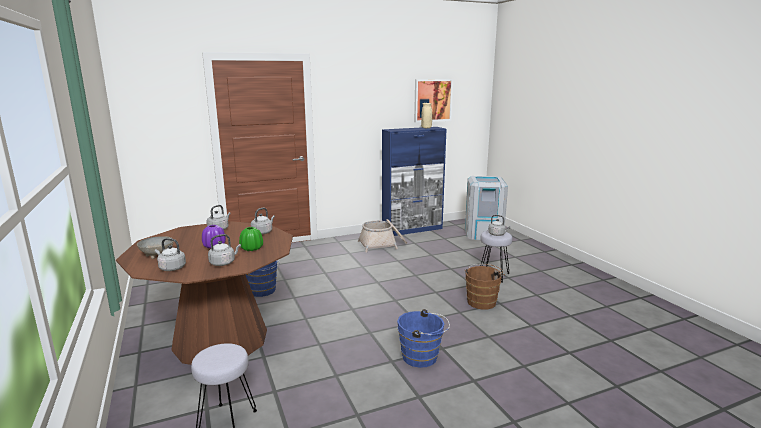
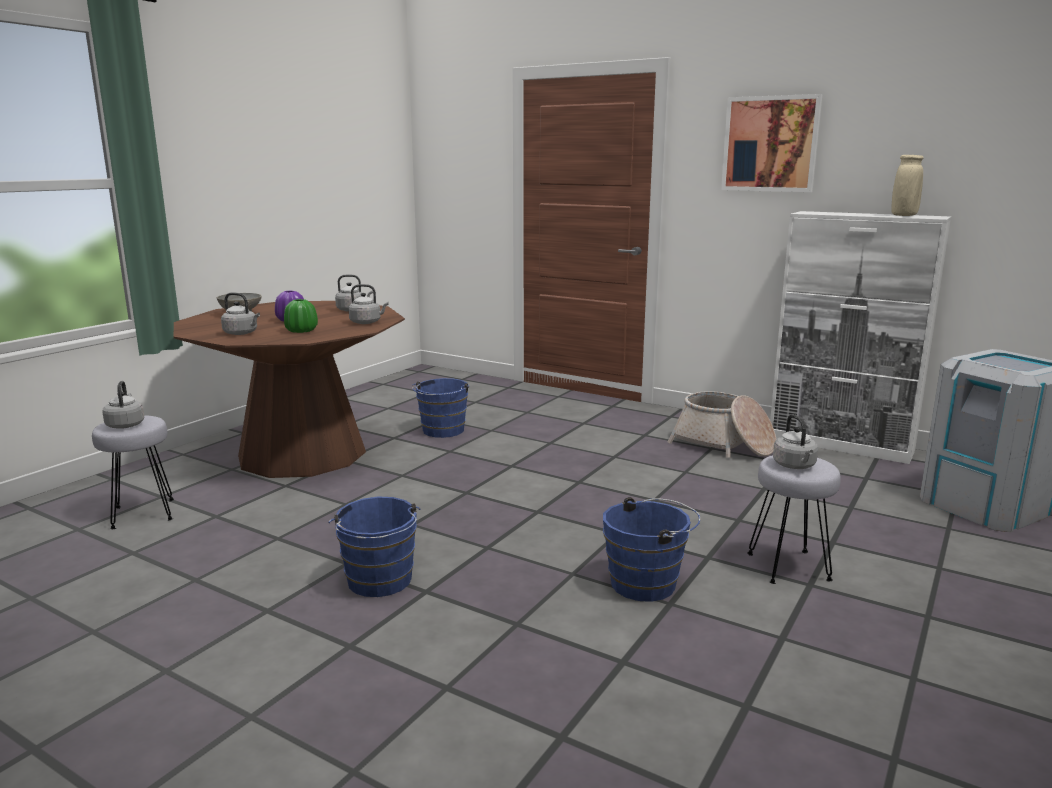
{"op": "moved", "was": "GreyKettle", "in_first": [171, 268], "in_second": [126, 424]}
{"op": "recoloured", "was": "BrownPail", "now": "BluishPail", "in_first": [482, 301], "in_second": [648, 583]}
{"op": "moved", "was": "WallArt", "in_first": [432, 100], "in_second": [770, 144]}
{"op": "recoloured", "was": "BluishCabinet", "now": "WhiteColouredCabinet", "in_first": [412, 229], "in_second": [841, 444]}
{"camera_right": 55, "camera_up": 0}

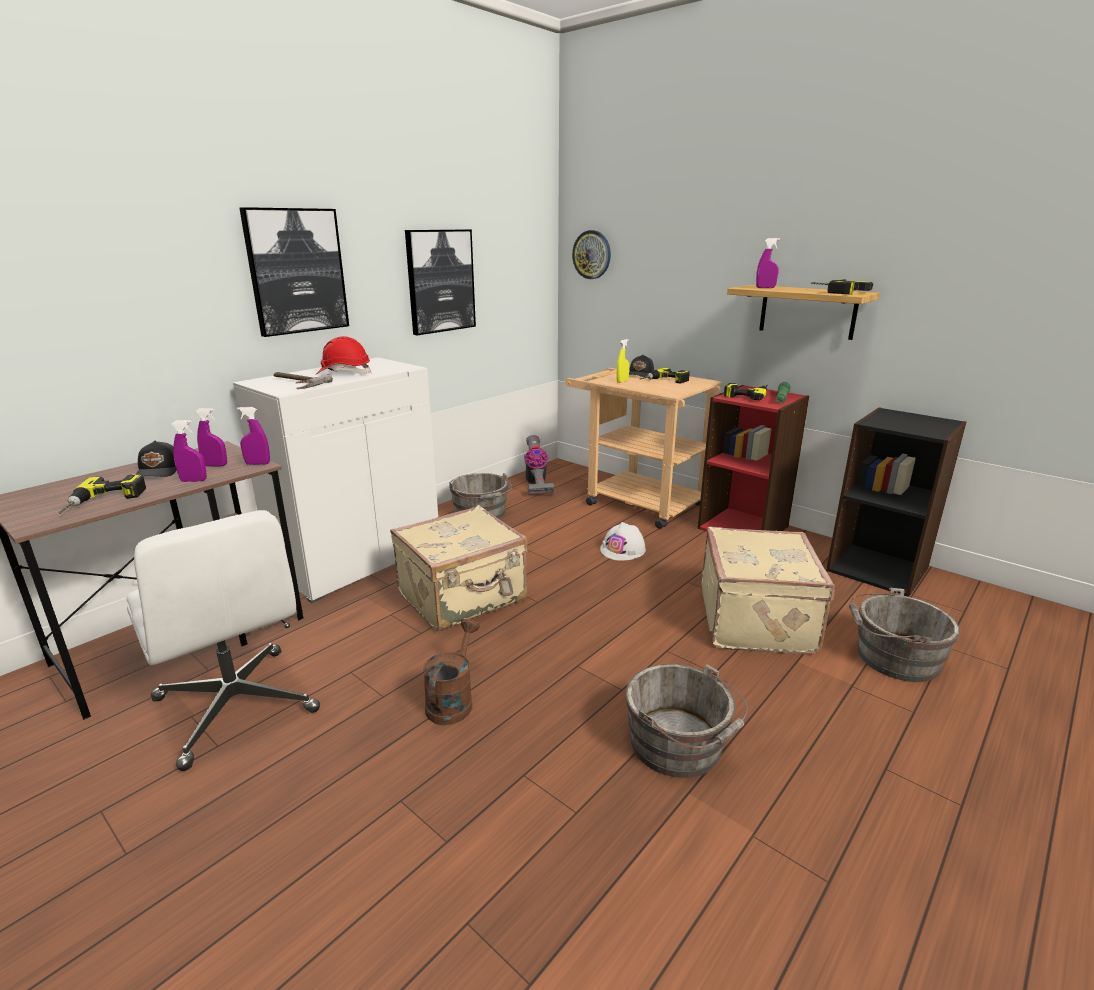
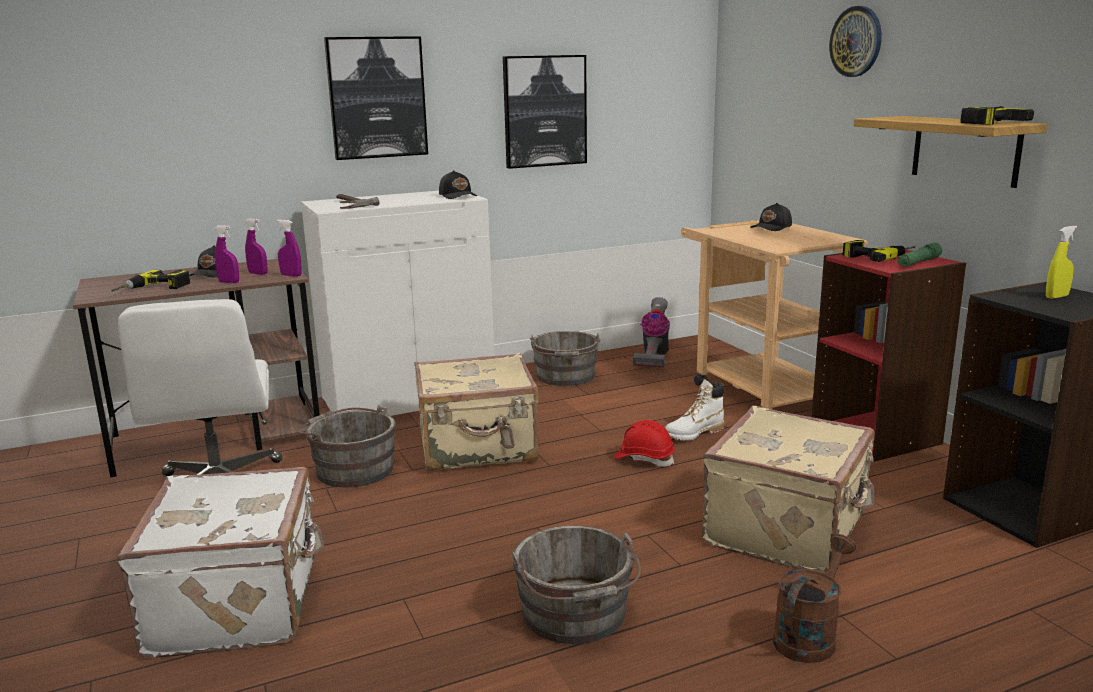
{"op": "added", "now": "WhiteColouredTravelCase", "in_second": [240, 604]}
{"op": "moved", "was": "GreyPail", "in_first": [892, 657], "in_second": [351, 469]}
{"op": "added", "now": "BlackColouredBaseballCap", "in_second": [458, 196]}
{"op": "moved", "was": "RedColouredHardHat", "in_first": [344, 373], "in_second": [644, 459]}
{"op": "replaced", "was": "WhiteColouredHardHat", "now": "WhiteColouredBoot", "in_first": [623, 549], "in_second": [693, 434]}
{"op": "moved", "was": "BrownWateringCan", "in_first": [452, 700], "in_second": [809, 635]}
{"op": "moved", "was": "WallClock", "in_first": [592, 254], "in_second": [856, 41]}
{"op": "moved", "was": "YellowSprayer", "in_first": [622, 381], "in_second": [1056, 297]}
{"op": "removed", "was": "Drill", "in_first": [664, 381]}
{"op": "removed", "was": "PurpleColouredSprayer", "in_first": [765, 288]}
{"camera_right": 25, "camera_up": -5}

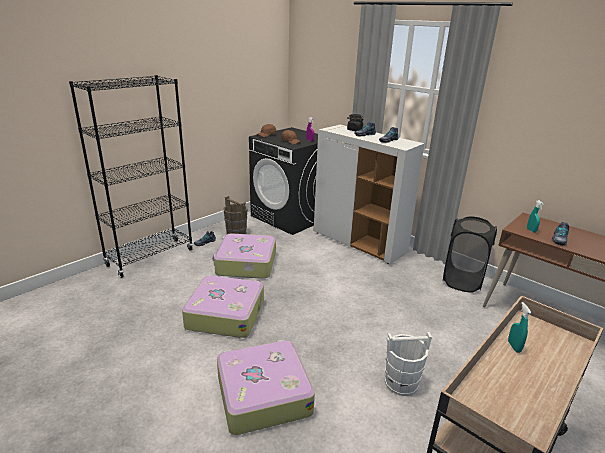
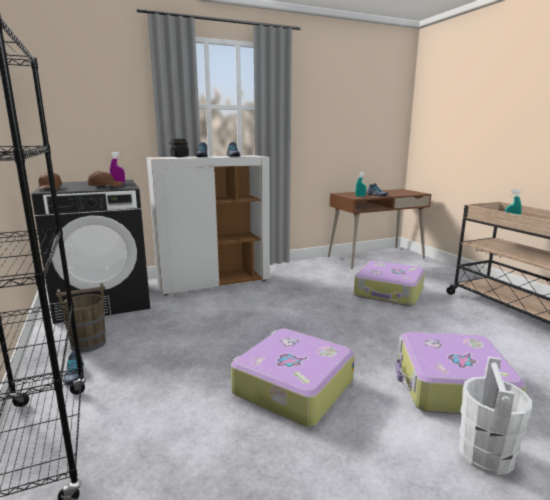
{"op": "moved", "was": "TravelCase", "in_first": [245, 264], "in_second": [389, 292]}
{"op": "moved", "was": "WhiteColouredPail", "in_first": [401, 383], "in_second": [486, 454]}
{"op": "removed", "was": "BlackColouredHamper", "in_first": [462, 281]}
{"camera_right": -65, "camera_up": -10}

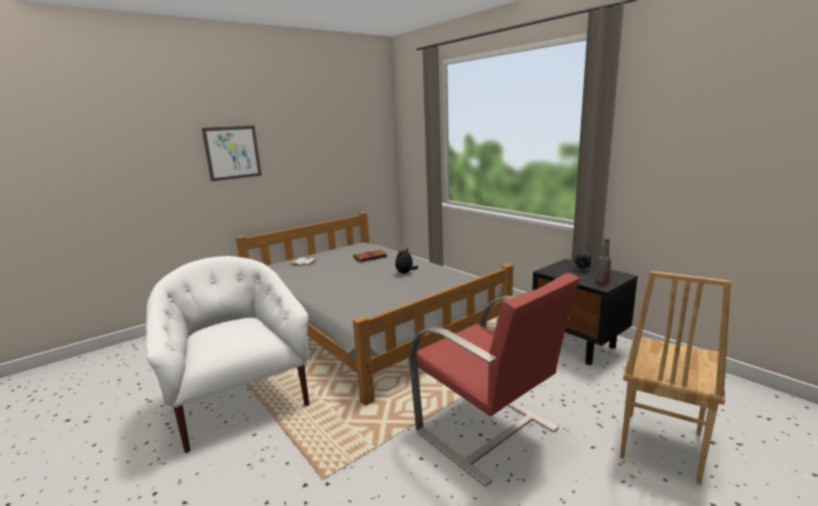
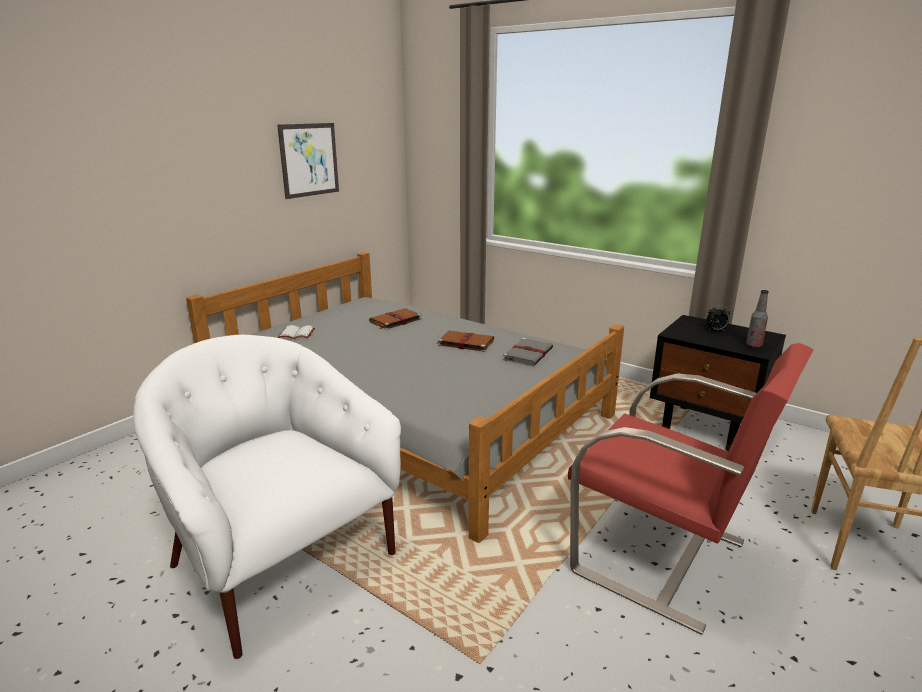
{"op": "moved", "was": "WallArt", "in_first": [232, 152], "in_second": [309, 160]}
{"op": "replaced", "was": "CuddlyToy", "now": "BrownVolume", "in_first": [405, 273], "in_second": [465, 343]}
{"op": "added", "now": "GreyVolume", "in_second": [528, 354]}
{"camera_right": -15, "camera_up": 5}

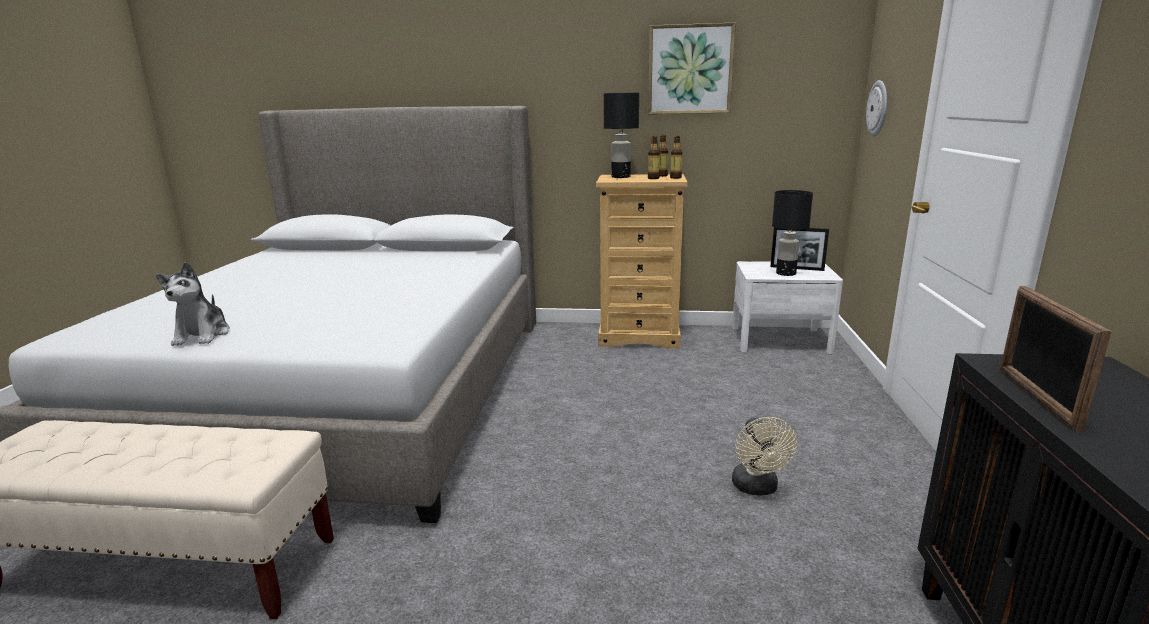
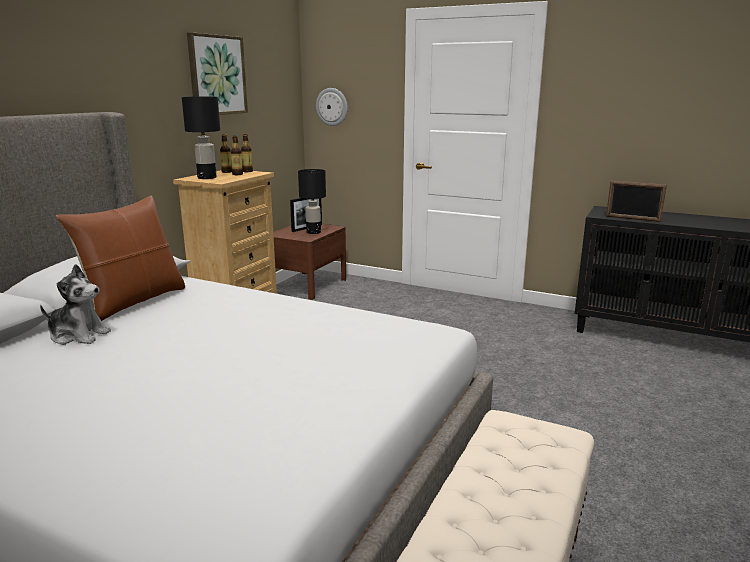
{"op": "moved", "was": "CuddlyToy", "in_first": [202, 335], "in_second": [78, 335]}
{"op": "added", "now": "BrownPillow", "in_second": [134, 301]}
{"op": "recoloured", "was": "WhiteColouredBedsideTable", "now": "BrownBedsideTable", "in_first": [780, 340], "in_second": [308, 285]}
{"op": "removed", "was": "BeigeColouredCoolingFan", "in_first": [757, 488]}
{"camera_right": -70, "camera_up": 0}

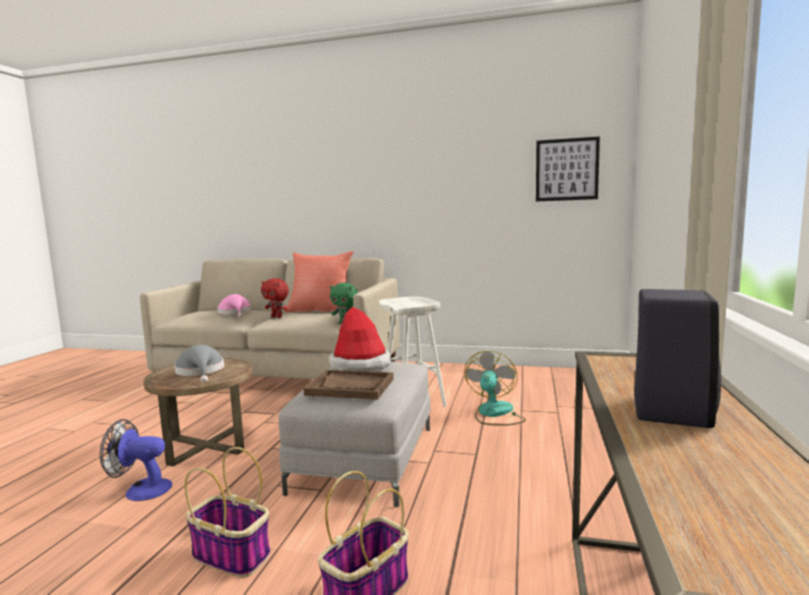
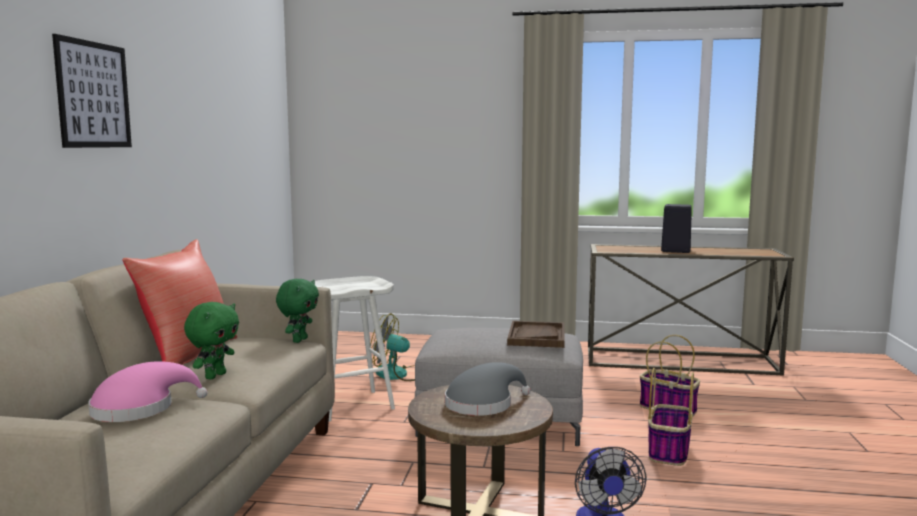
{"op": "moved", "was": "WallArt", "in_first": [566, 169], "in_second": [93, 95]}
{"op": "recoloured", "was": "RedColouredCuddlyToy", "now": "GreenColouredCuddlyToy", "in_first": [277, 317], "in_second": [215, 376]}
{"op": "removed", "was": "WearableHat", "in_first": [360, 365]}
{"camera_right": -95, "camera_up": 0}

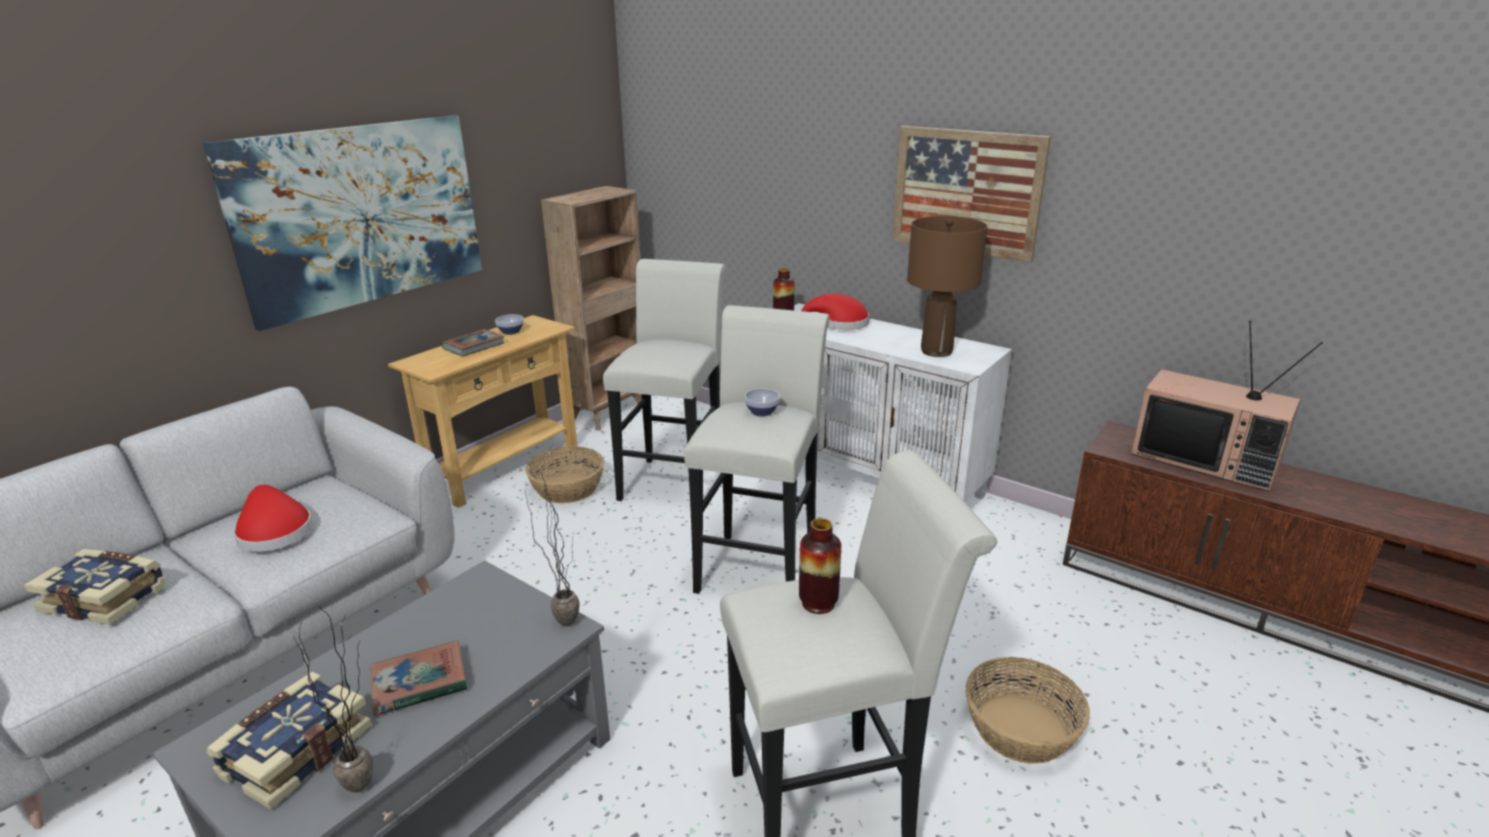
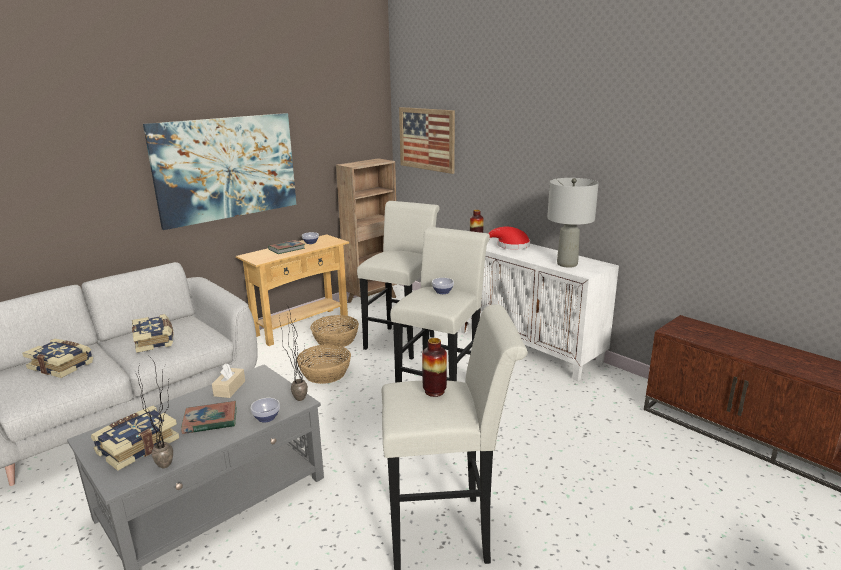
{"op": "replaced", "was": "RedColouredWearableHat", "now": "Volume", "in_first": [274, 531], "in_second": [155, 340]}
{"op": "added", "now": "BeigeColouredTissueBox", "in_second": [229, 388]}
{"op": "added", "now": "Bowl", "in_second": [267, 418]}
{"op": "moved", "was": "HouseholdBasket", "in_first": [1020, 729], "in_second": [325, 373]}
{"op": "moved", "was": "WallArt", "in_first": [966, 192], "in_second": [427, 139]}
{"op": "recoloured", "was": "BrownTableLamp", "now": "GreyTableLamp", "in_first": [936, 351], "in_second": [566, 264]}
{"op": "removed", "was": "Television", "in_first": [1206, 460]}
{"camera_right": 10, "camera_up": -5}

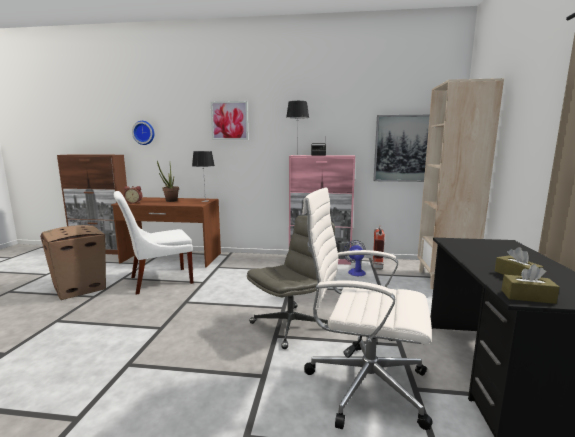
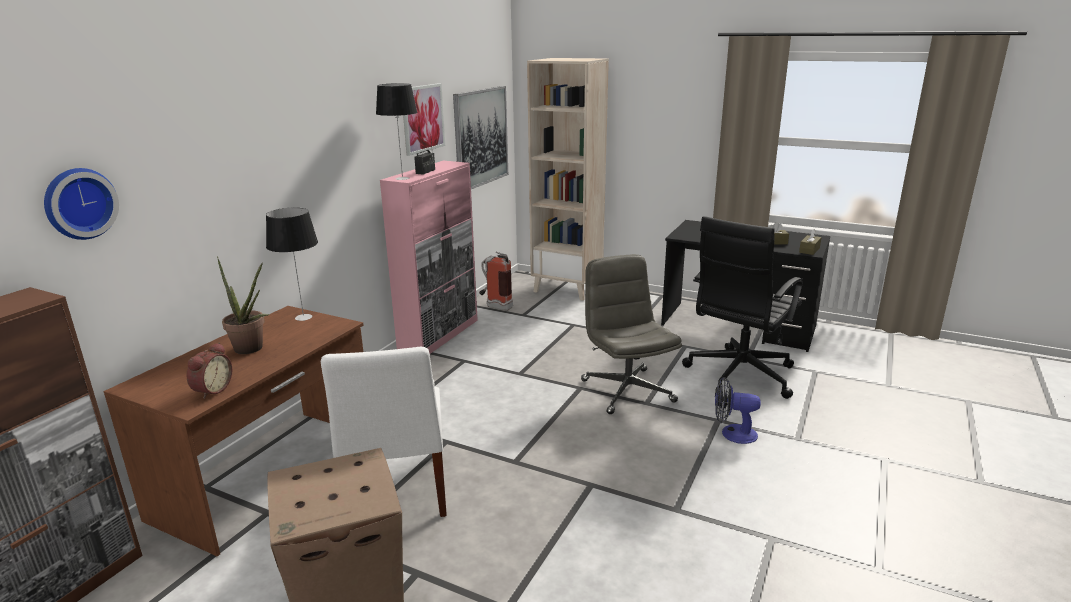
{"op": "moved", "was": "WallArt", "in_first": [229, 121], "in_second": [423, 118]}
{"op": "recoloured", "was": "WhiteColouredDeskChair", "now": "BlackColouredDeskChair", "in_first": [363, 384], "in_second": [738, 376]}
{"op": "moved", "was": "CoolingFan", "in_first": [355, 271], "in_second": [732, 433]}
{"camera_right": -70, "camera_up": 10}

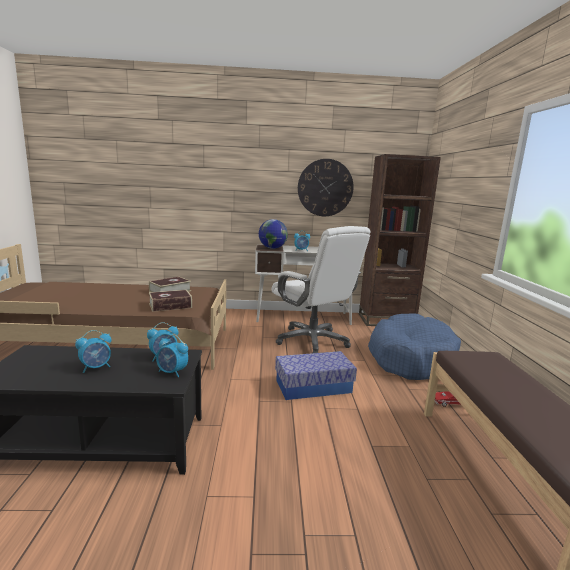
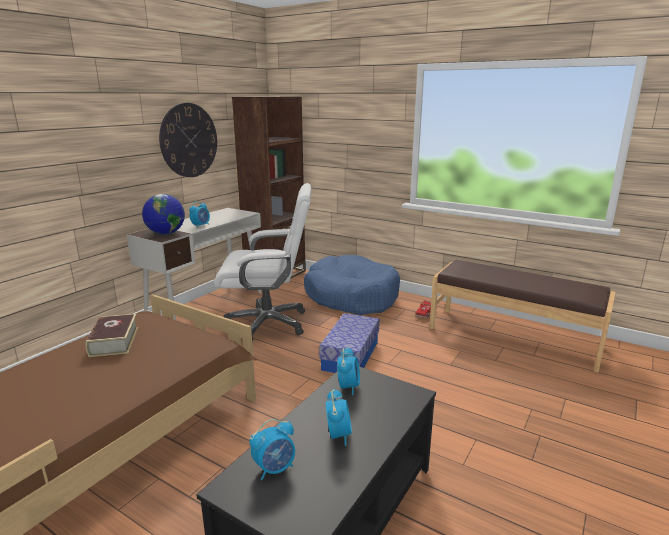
{"op": "moved", "was": "TableClock", "in_first": [172, 372], "in_second": [275, 468]}
{"op": "removed", "was": "Volume", "in_first": [170, 305]}
{"camera_right": -55, "camera_up": 5}

